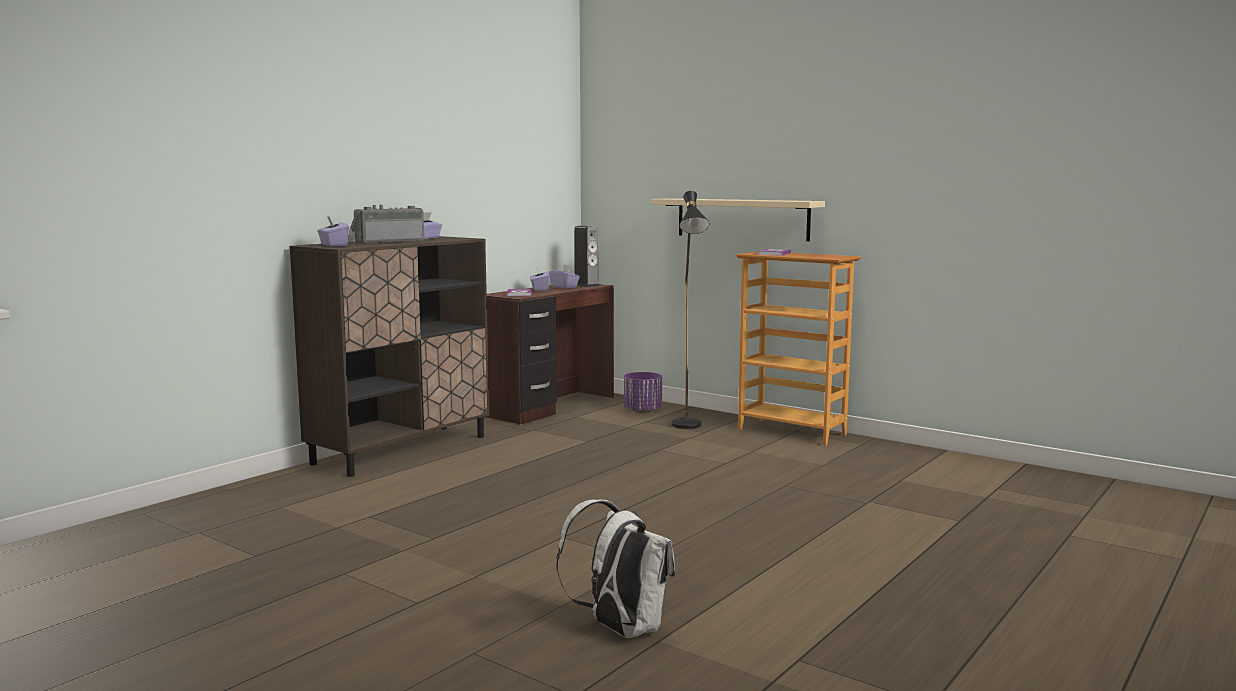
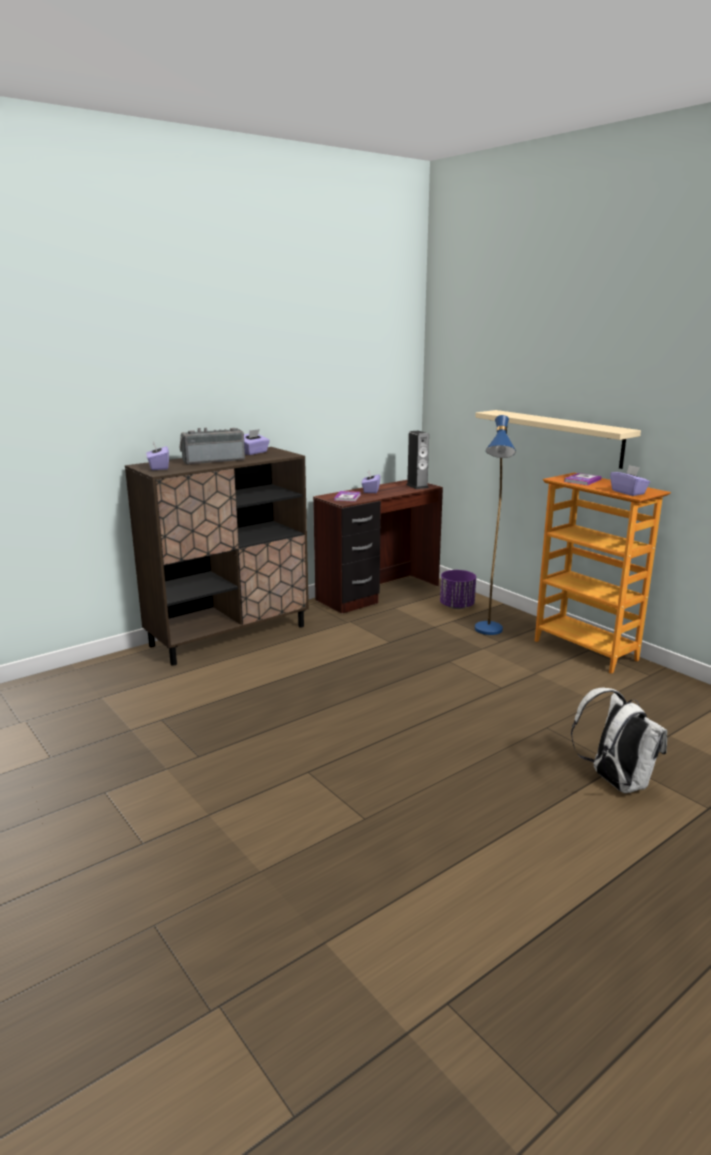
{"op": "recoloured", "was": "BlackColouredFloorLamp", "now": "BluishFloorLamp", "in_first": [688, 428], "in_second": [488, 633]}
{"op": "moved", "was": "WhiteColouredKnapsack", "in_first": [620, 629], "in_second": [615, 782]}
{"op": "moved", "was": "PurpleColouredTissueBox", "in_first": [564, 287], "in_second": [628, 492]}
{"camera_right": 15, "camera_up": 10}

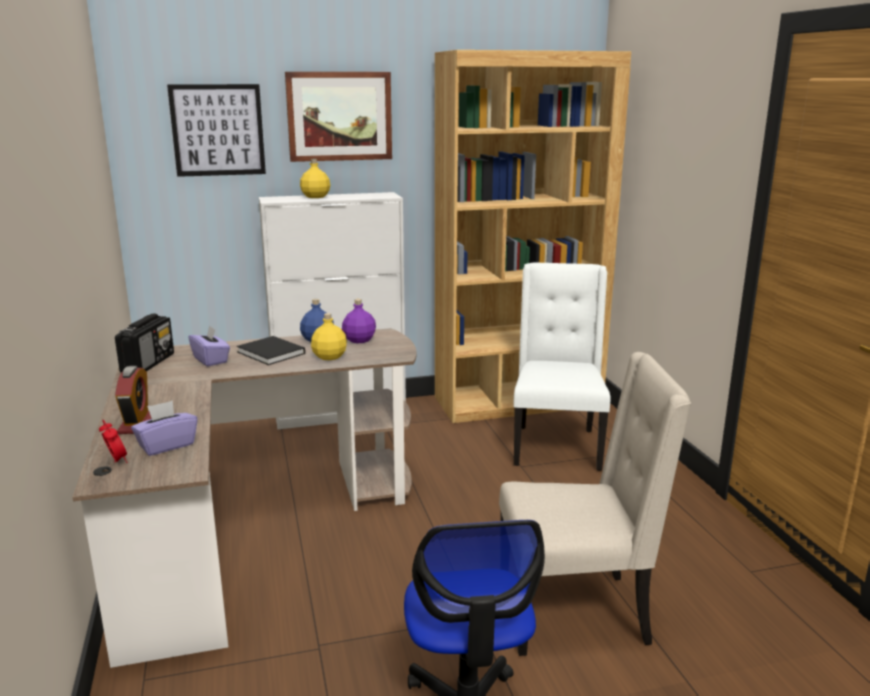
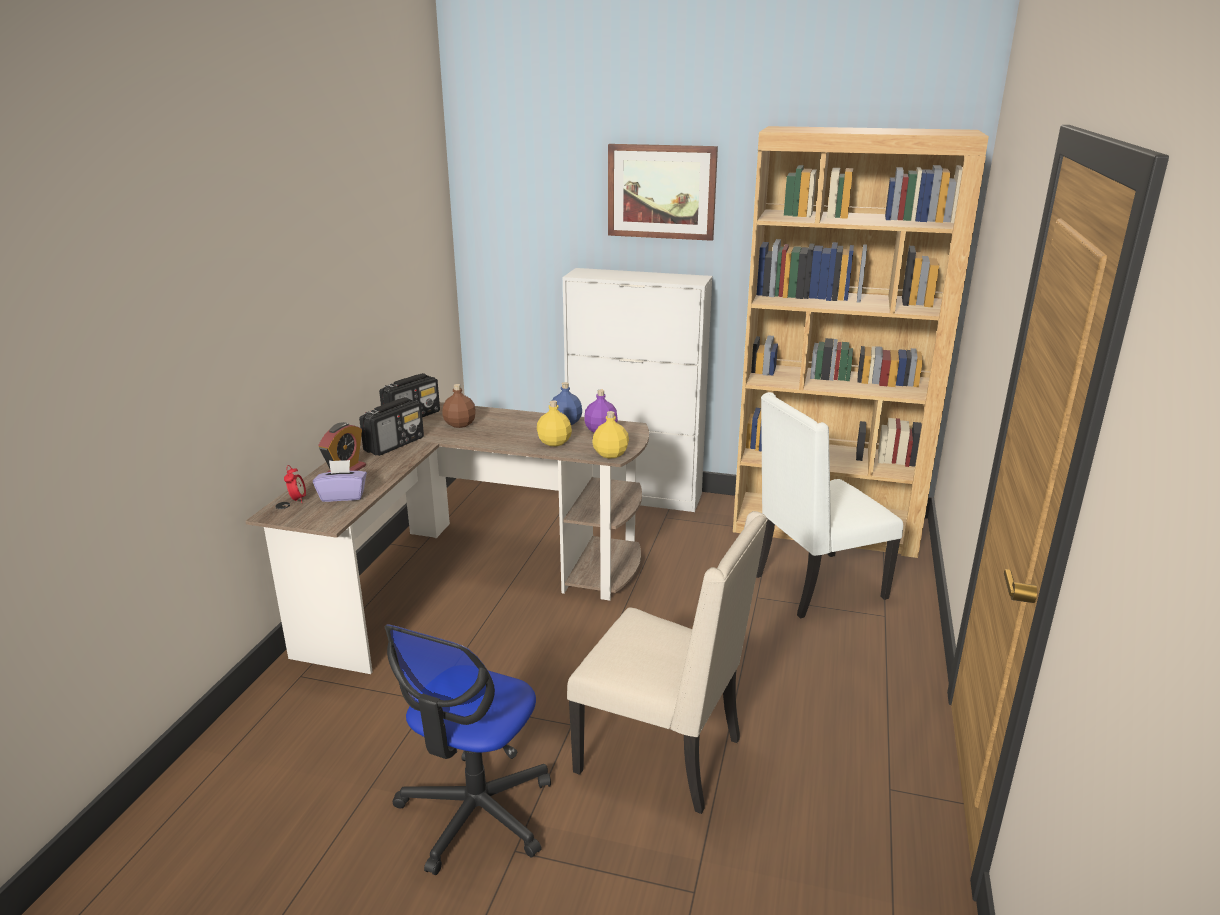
{"op": "added", "now": "RadioSet", "in_second": [395, 444]}
{"op": "replaced", "was": "PurpleColouredTissueBox", "now": "BrownBottle", "in_first": [211, 360], "in_second": [459, 424]}
{"op": "moved", "was": "YellowBottle", "in_first": [315, 197], "in_second": [610, 454]}
{"op": "turned", "was": "WhiteColouredChair", "in_first": [556, 446], "in_second": [815, 587], "clockwise": -150}
{"op": "removed", "was": "WallArt", "in_first": [218, 130]}
{"op": "removed", "was": "BlackColouredVolume", "in_first": [272, 353]}
{"camera_right": 30, "camera_up": 5}

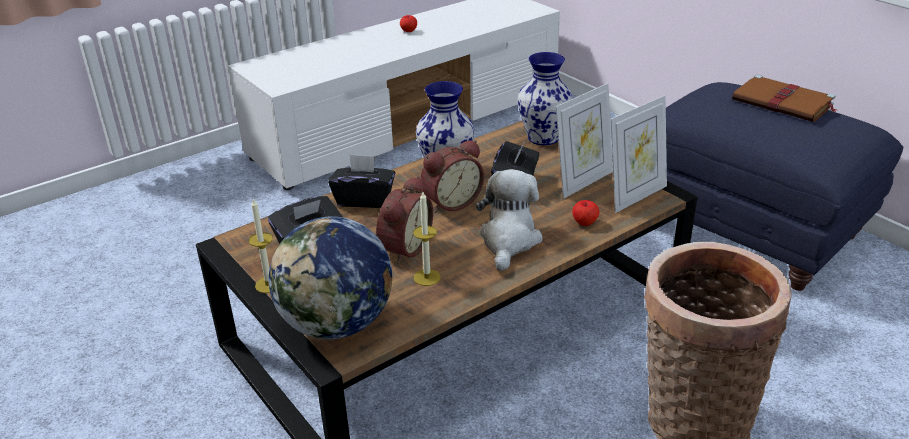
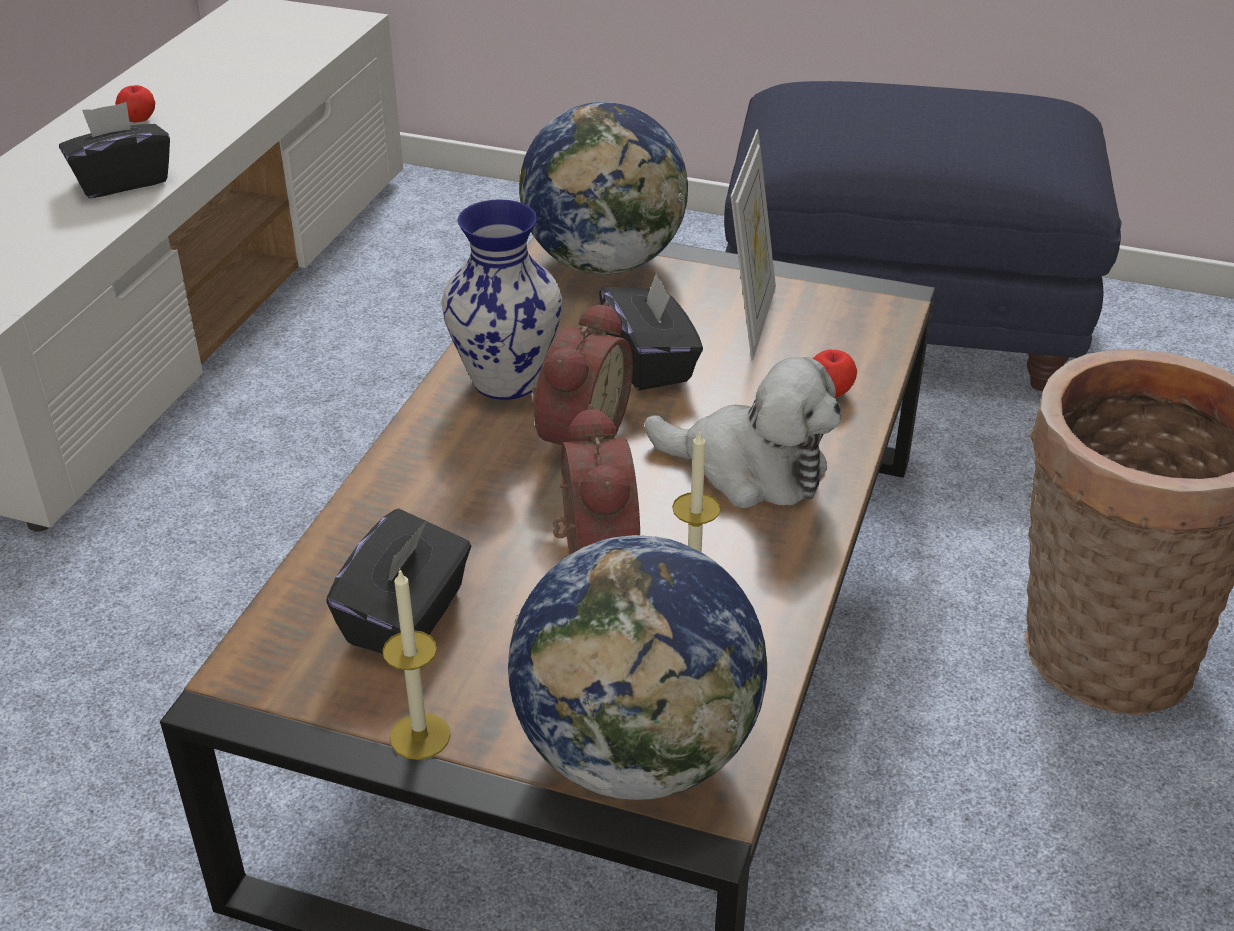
{"op": "moved", "was": "BlackColouredTissueBox", "in_first": [364, 199], "in_second": [122, 181]}
{"op": "replaced", "was": "DecorativeVase", "now": "Globe", "in_first": [544, 138], "in_second": [605, 262]}
{"op": "turned", "was": "CuddlyToy", "in_first": [509, 240], "in_second": [750, 469], "clockwise": 135}
{"op": "removed", "was": "PictureFrame", "in_first": [635, 196]}
{"op": "removed", "was": "BrownVolume", "in_first": [784, 103]}
{"camera_right": -35, "camera_up": 5}

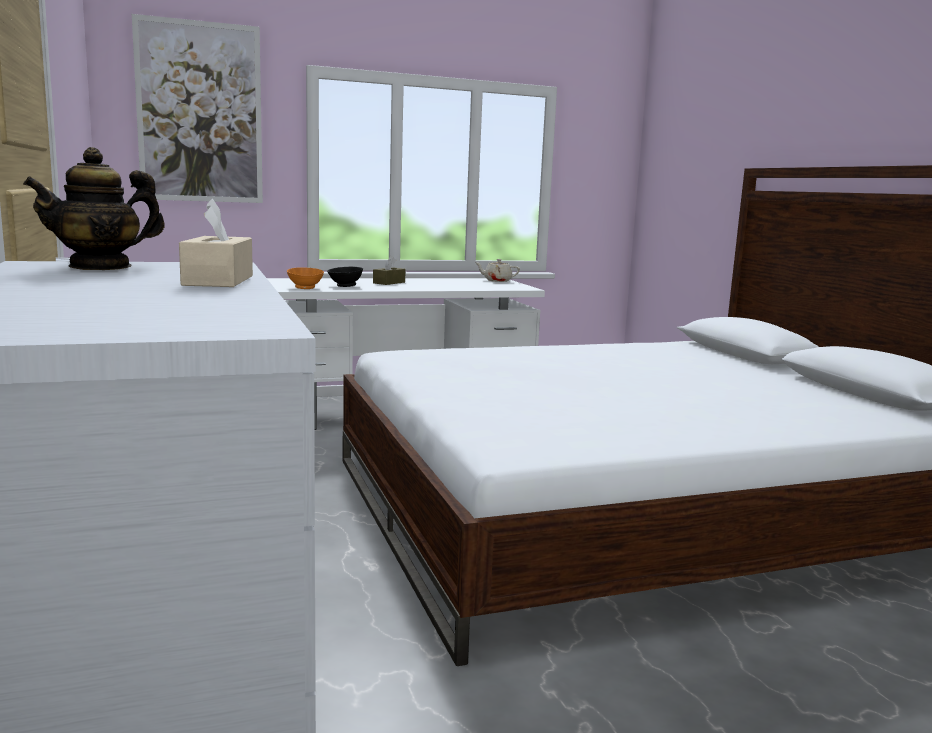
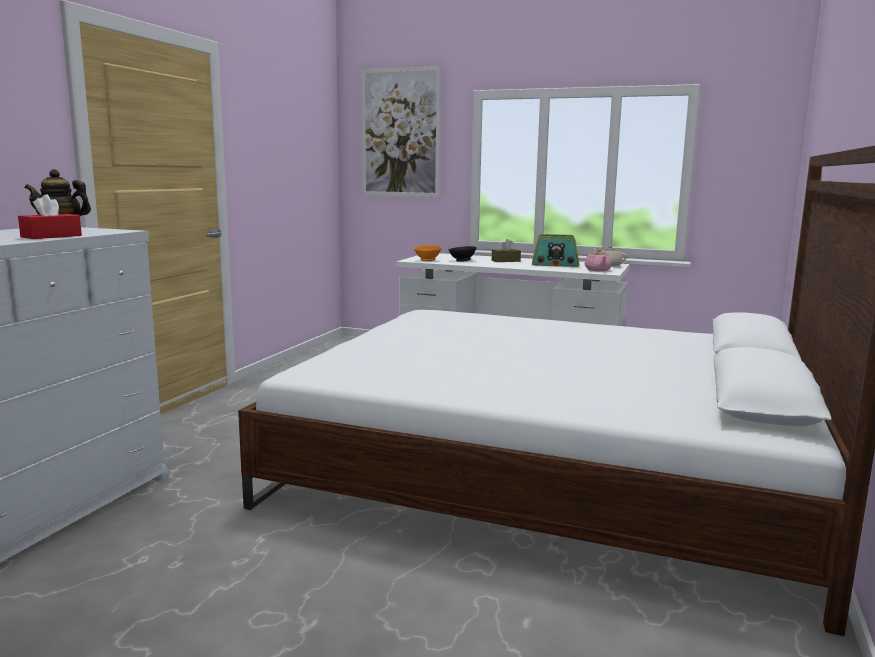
{"op": "recoloured", "was": "BeigeColouredTissueBox", "now": "RedColouredTissueBox", "in_first": [218, 280], "in_second": [51, 236]}
{"op": "added", "now": "RadioSet", "in_second": [555, 264]}
{"op": "added", "now": "PinkColouredTeaPot", "in_second": [597, 270]}
{"camera_right": 40, "camera_up": 0}

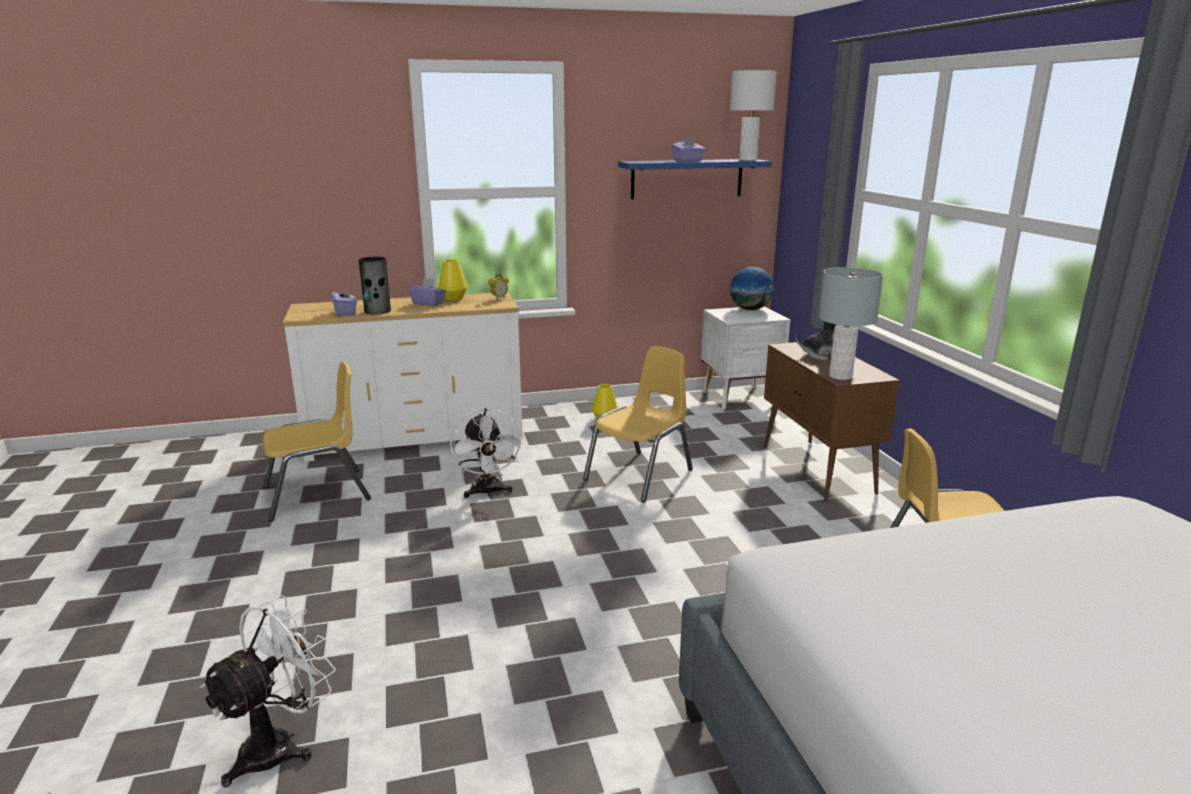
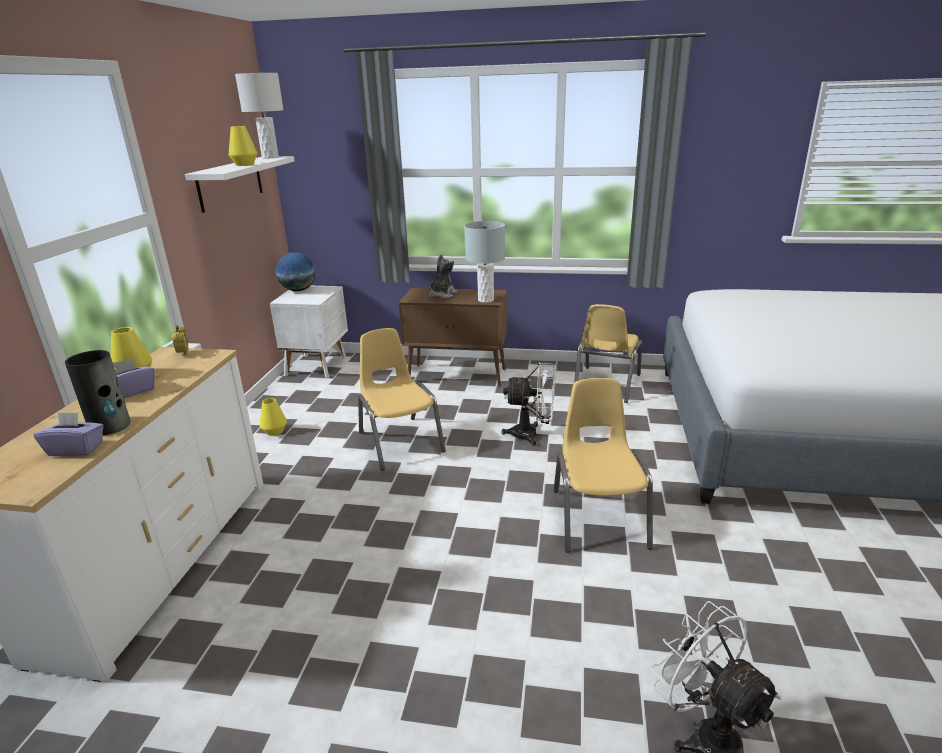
{"op": "recoloured", "was": "BluishShelf", "now": "WhiteColouredShelf", "in_first": [687, 178], "in_second": [230, 183]}
{"op": "replaced", "was": "PurpleColouredTissueBox", "now": "YellowDecorativeVase", "in_first": [688, 161], "in_second": [244, 164]}
{"op": "moved", "was": "WhiteColouredCoolingFan", "in_first": [487, 492], "in_second": [531, 435]}
{"op": "moved", "was": "YellowChair", "in_first": [317, 494], "in_second": [598, 517]}
{"camera_right": -65, "camera_up": 5}

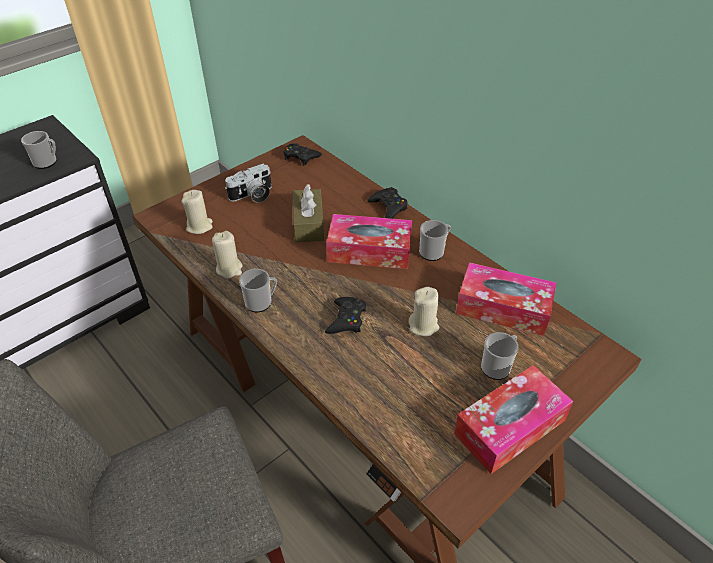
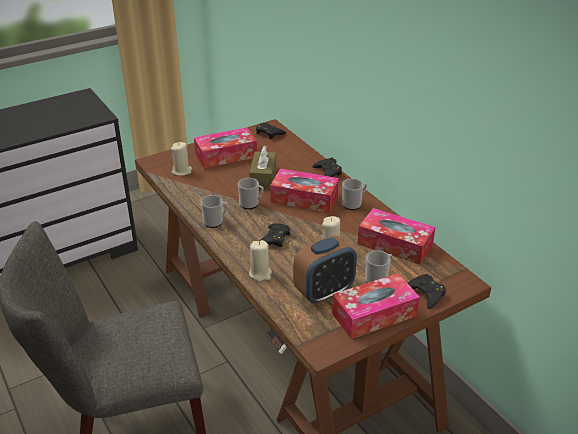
{"op": "replaced", "was": "StillCamera", "now": "TissueBox", "in_first": [252, 196], "in_second": [226, 155]}
{"op": "moved", "was": "TeaMug", "in_first": [47, 162], "in_second": [251, 204]}
{"op": "moved", "was": "BeigeColouredWaxLight", "in_first": [229, 268], "in_second": [260, 273]}
{"op": "added", "now": "TableClock", "in_second": [324, 292]}
{"op": "added", "now": "BlackColouredJoypad", "in_second": [426, 294]}
{"camera_right": 10, "camera_up": -10}

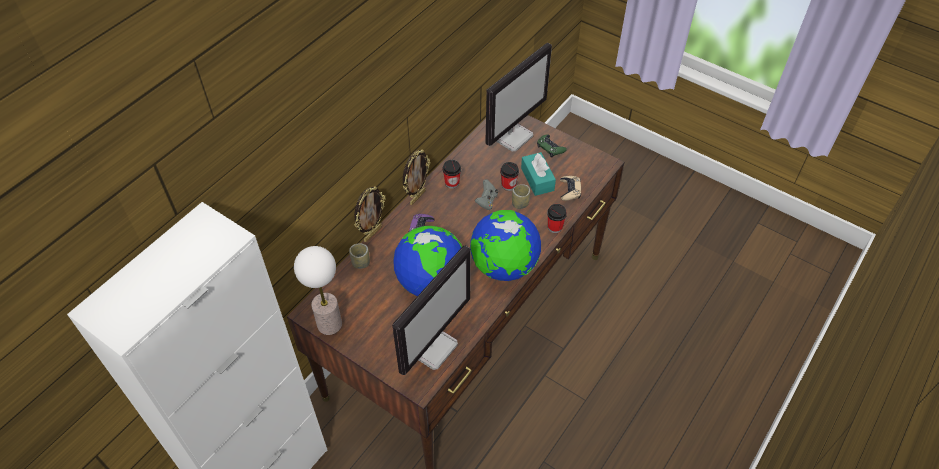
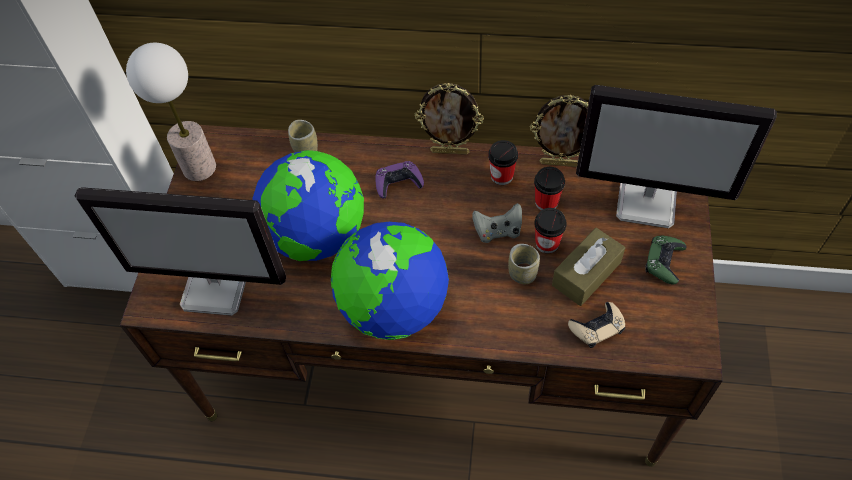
{"op": "moved", "was": "PictureFrame", "in_first": [372, 233], "in_second": [559, 163]}
{"op": "moved", "was": "DrinkingCup", "in_first": [555, 227], "in_second": [546, 202]}
{"op": "recoloured", "was": "TurquoiseTissueBox", "now": "BrownTissueBox", "in_first": [537, 179], "in_second": [586, 274]}
{"camera_right": 65, "camera_up": 5}

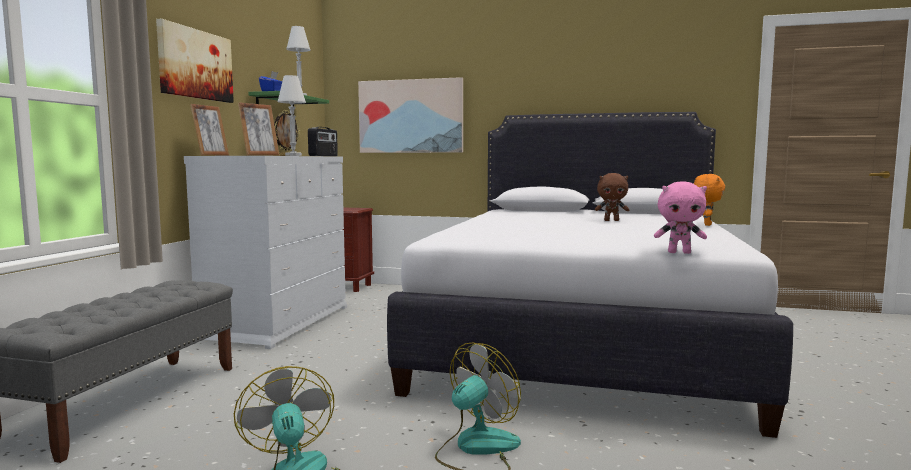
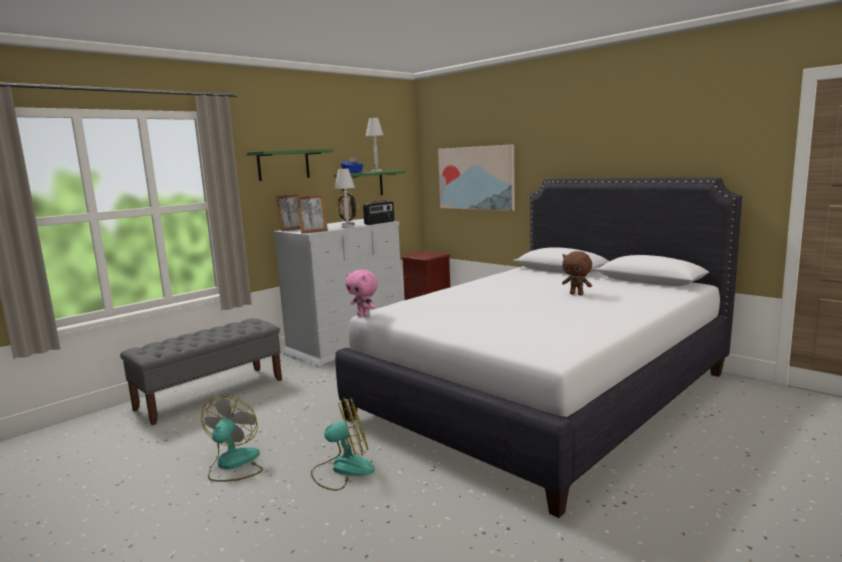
{"op": "replaced", "was": "WallArt", "now": "GreenColouredShelf", "in_first": [195, 64], "in_second": [283, 165]}
{"op": "moved", "was": "PinkColouredCuddlyToy", "in_first": [679, 252], "in_second": [364, 315]}
{"op": "removed", "was": "OrangeyCuddlyToy", "in_first": [706, 224]}
{"camera_right": 30, "camera_up": 5}

